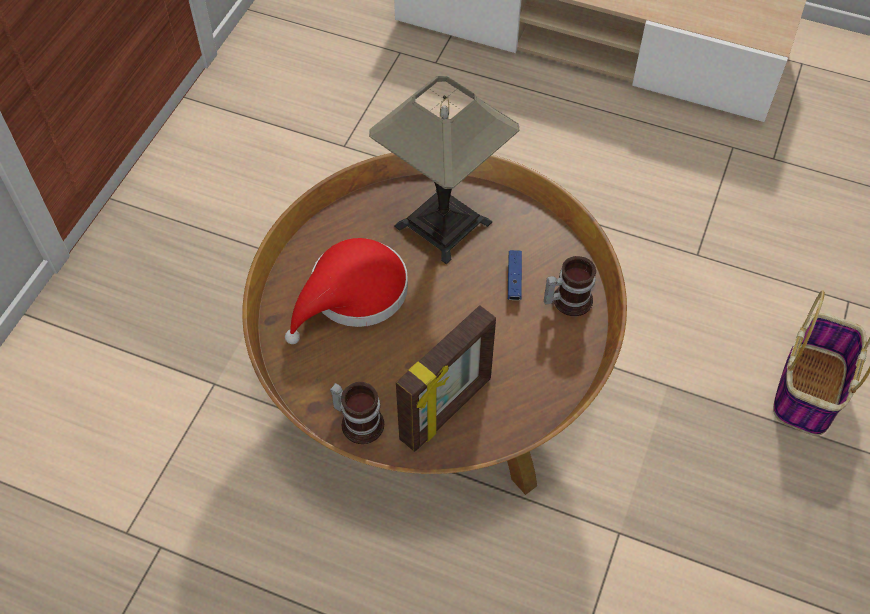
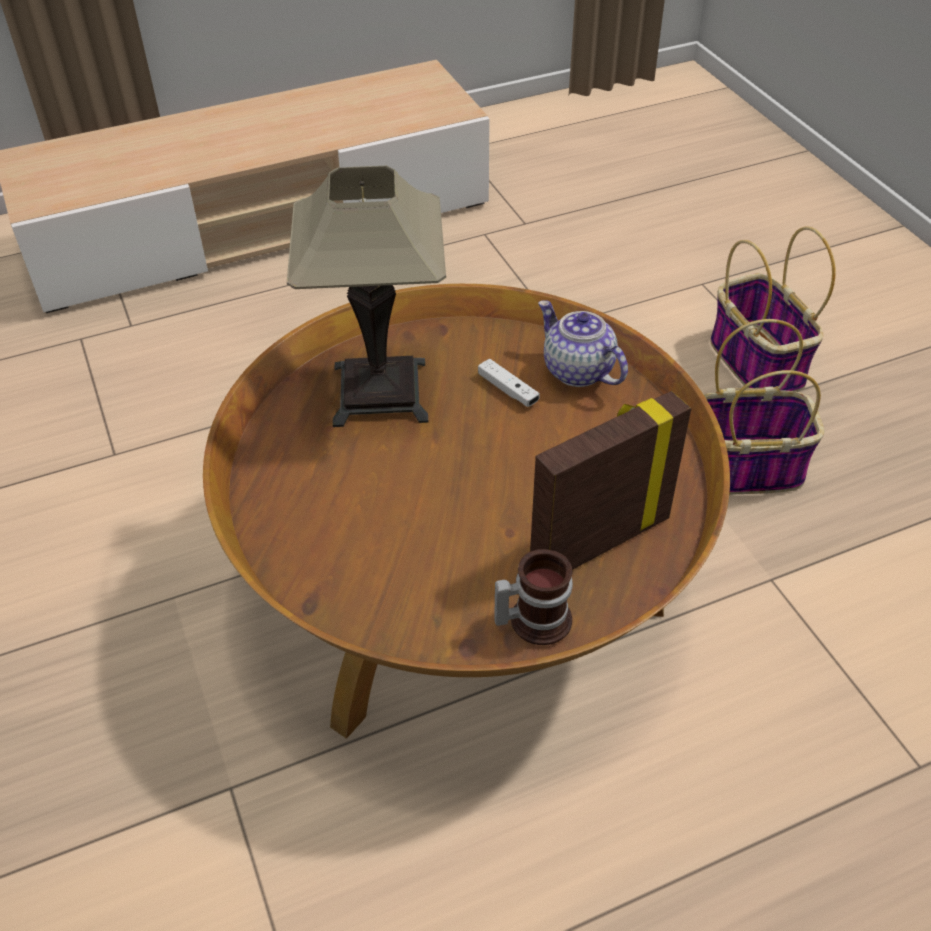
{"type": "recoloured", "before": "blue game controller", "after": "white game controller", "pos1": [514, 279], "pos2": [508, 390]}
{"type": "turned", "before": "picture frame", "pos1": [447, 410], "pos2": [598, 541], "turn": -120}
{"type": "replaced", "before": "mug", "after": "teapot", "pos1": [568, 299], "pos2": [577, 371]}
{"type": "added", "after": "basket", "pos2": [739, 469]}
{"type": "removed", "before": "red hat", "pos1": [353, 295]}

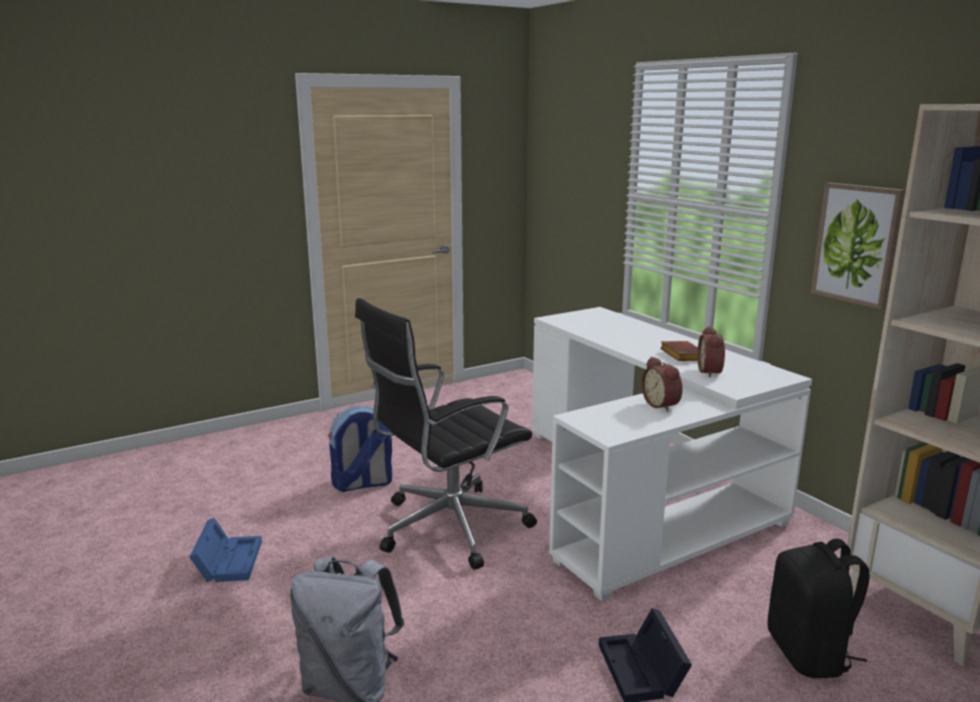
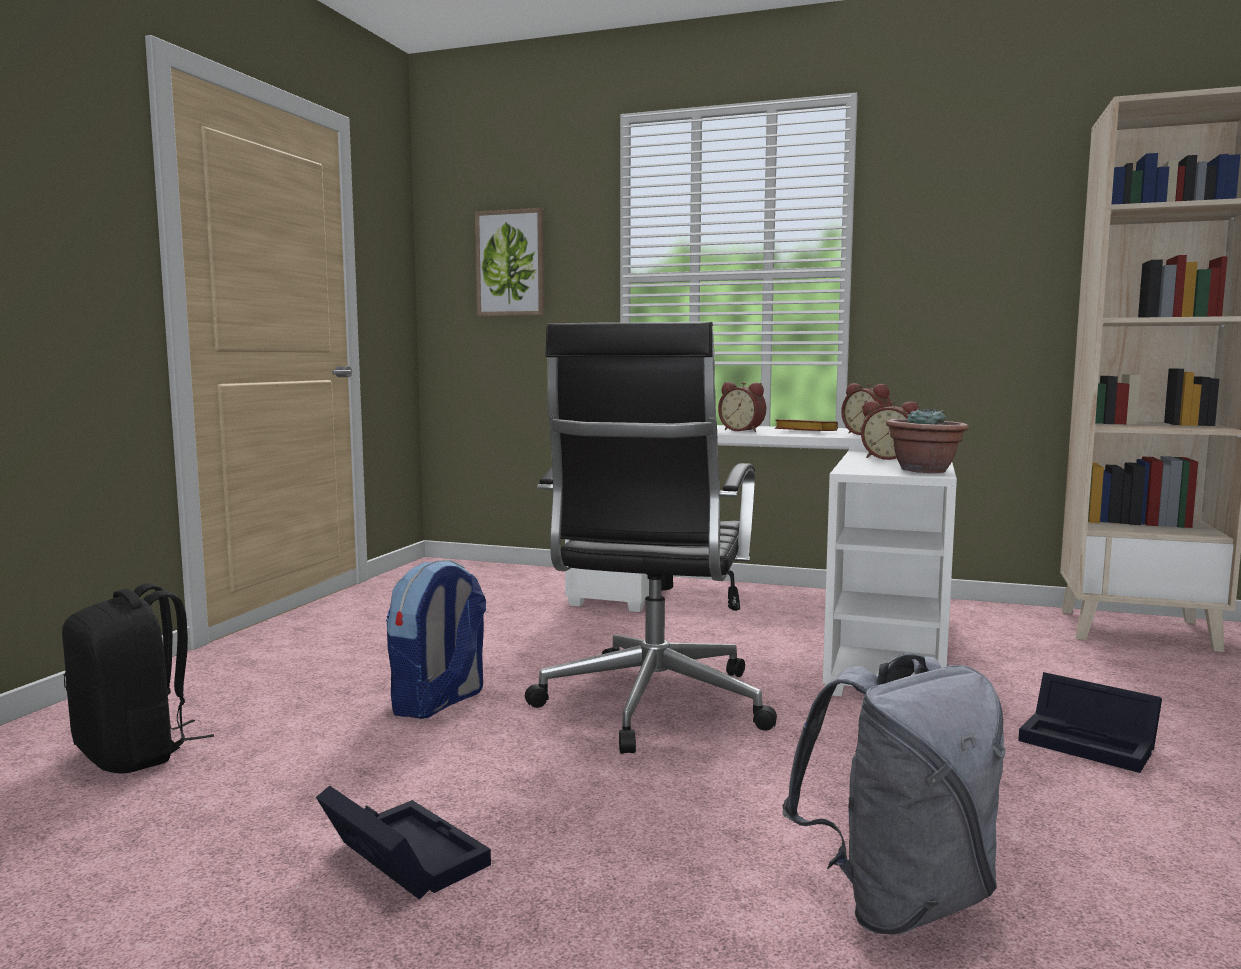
{"type": "moved", "before": "black backpack", "pos1": [809, 654], "pos2": [136, 753]}
{"type": "recoloured", "before": "blue storage box", "after": "black storage box", "pos1": [228, 560], "pos2": [400, 857]}
{"type": "moved", "before": "picture", "pos1": [856, 244], "pos2": [511, 263]}
{"type": "added", "after": "alarm clock", "pos2": [743, 430]}
{"type": "added", "after": "potted plant", "pos2": [924, 471]}

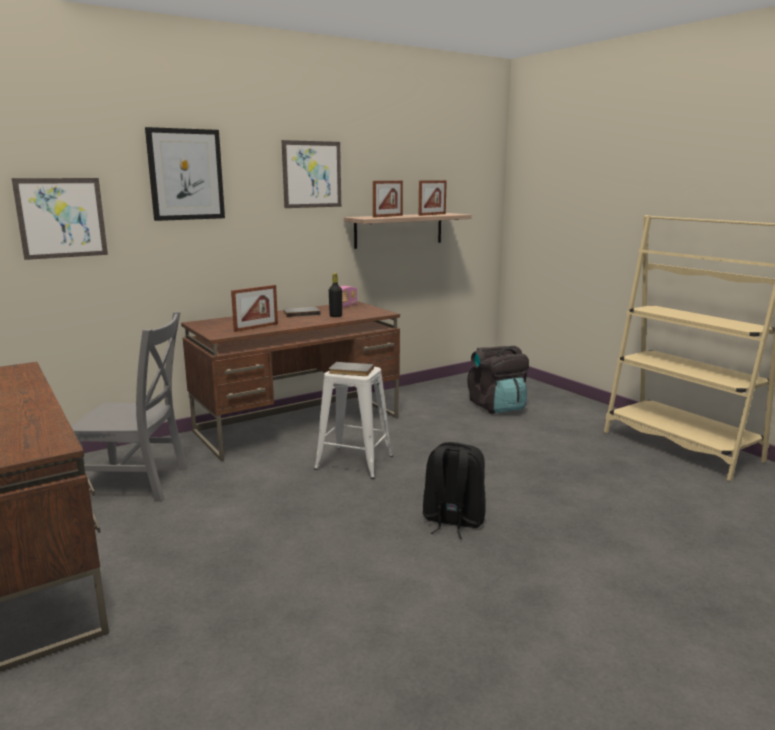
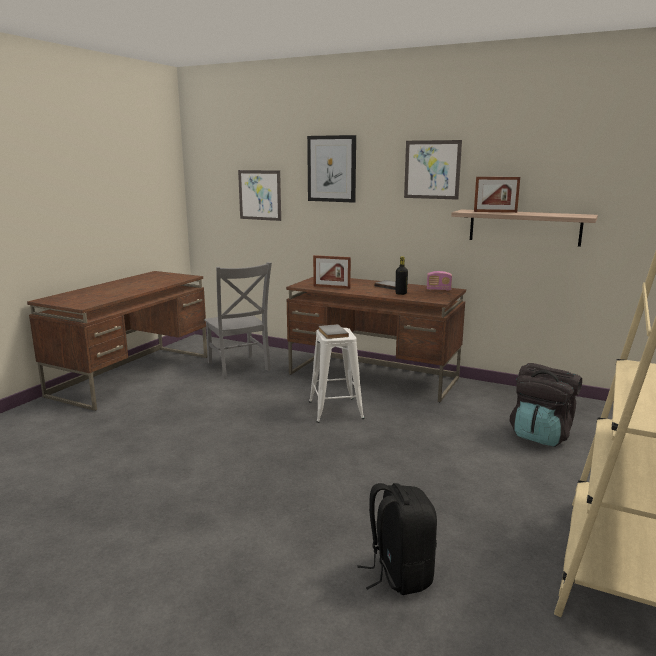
{"type": "moved", "before": "black backpack", "pos1": [452, 521], "pos2": [399, 574]}
{"type": "removed", "before": "picture frame", "pos1": [432, 214]}

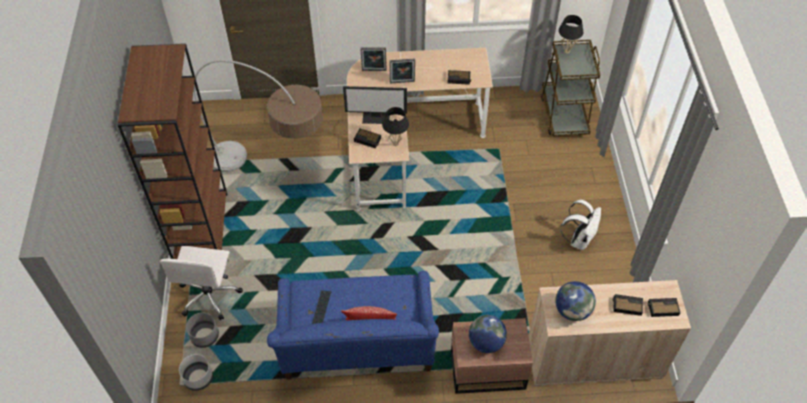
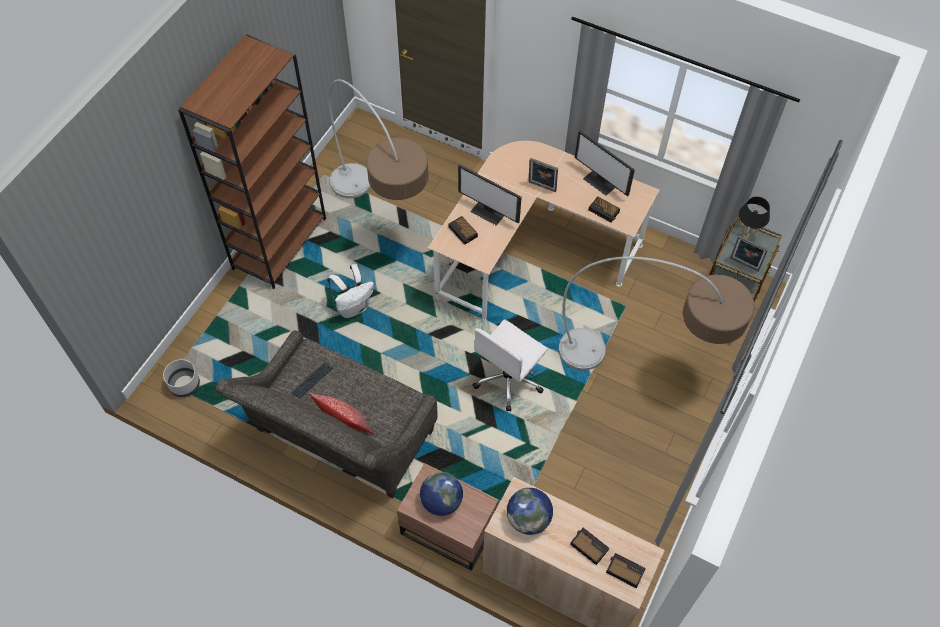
{"type": "recoloured", "before": "blue sofa", "after": "grey sofa", "pos1": [357, 349], "pos2": [340, 438]}
{"type": "moved", "before": "white backpack", "pos1": [579, 239], "pos2": [353, 307]}
{"type": "moved", "before": "white office chair", "pos1": [209, 295], "pos2": [508, 379]}
{"type": "added", "after": "floor lamp", "pos2": [644, 367]}
{"type": "added", "after": "monitor", "pos2": [601, 182]}
{"type": "moved", "before": "picture frame", "pos1": [374, 71], "pos2": [743, 265]}
{"type": "removed", "before": "grey planter", "pos1": [205, 336]}
{"type": "removed", "before": "black table lamp", "pos1": [396, 143]}

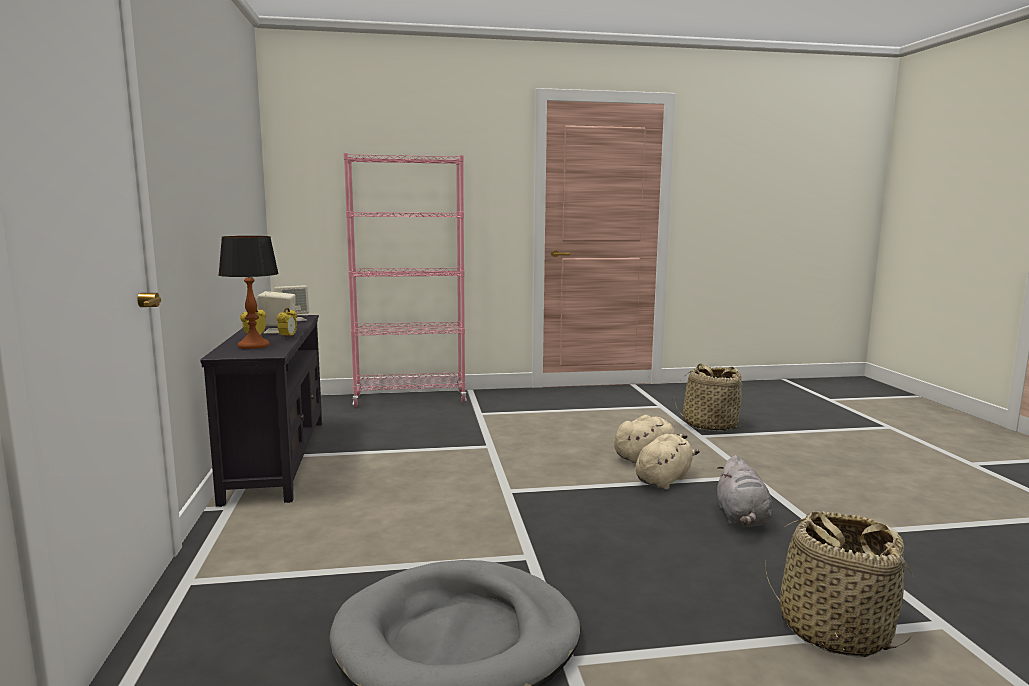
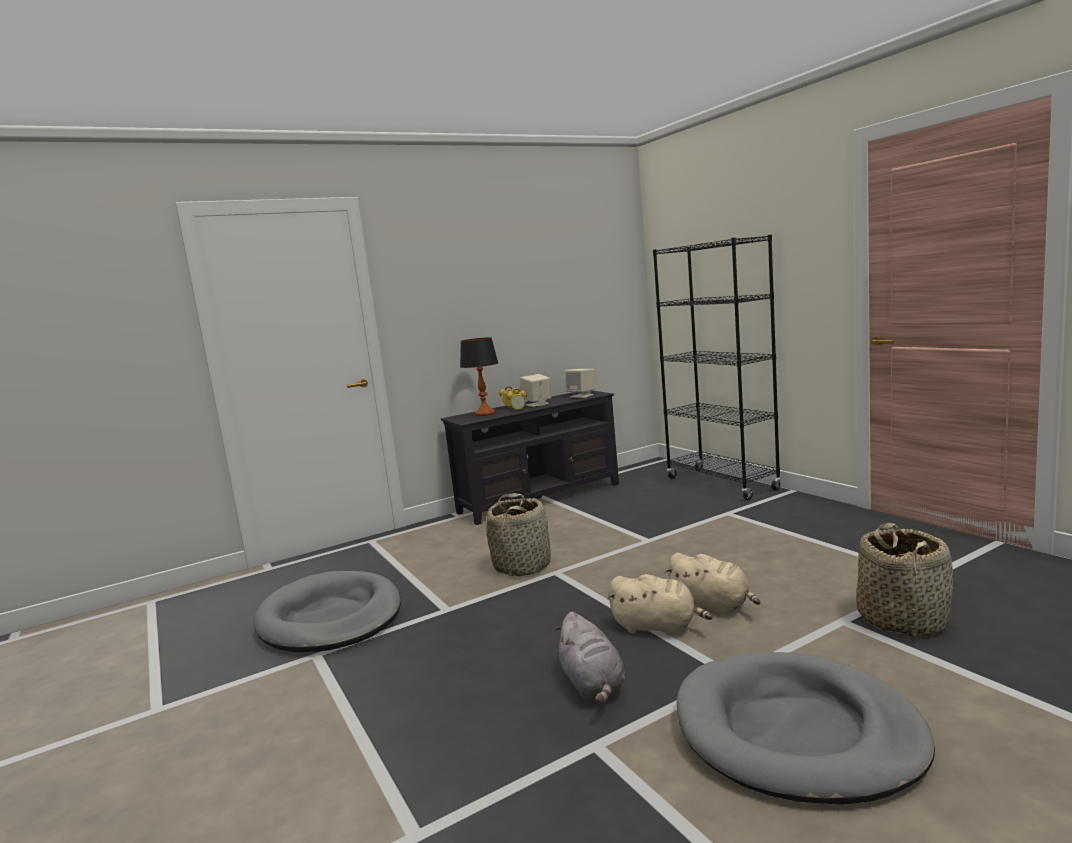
{"type": "moved", "before": "basket", "pos1": [833, 630], "pos2": [522, 566]}
{"type": "turned", "before": "grey plush toy", "pos1": [742, 518], "pos2": [593, 685], "turn": -90}
{"type": "recoloured", "before": "pink bookcase", "after": "black bookcase", "pos1": [410, 399], "pos2": [722, 484]}
{"type": "added", "after": "grey dog bed", "pos2": [797, 732]}

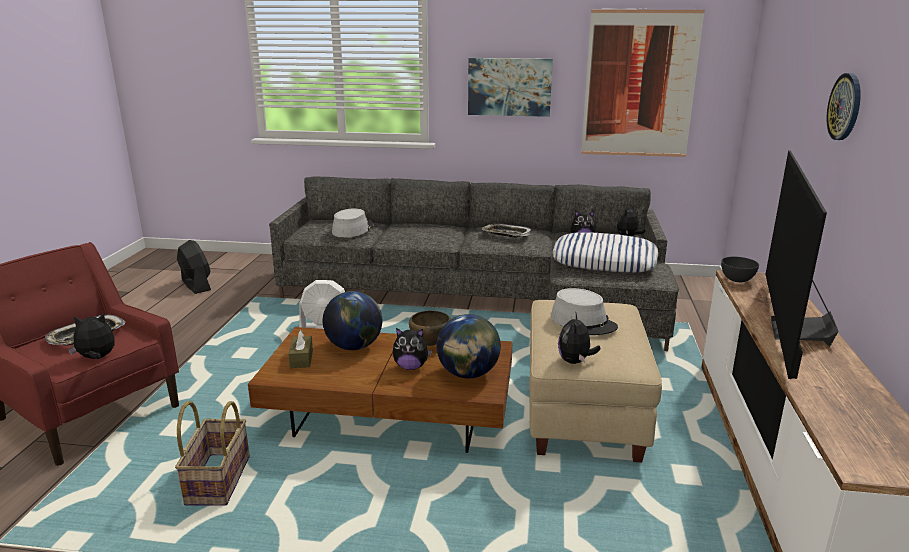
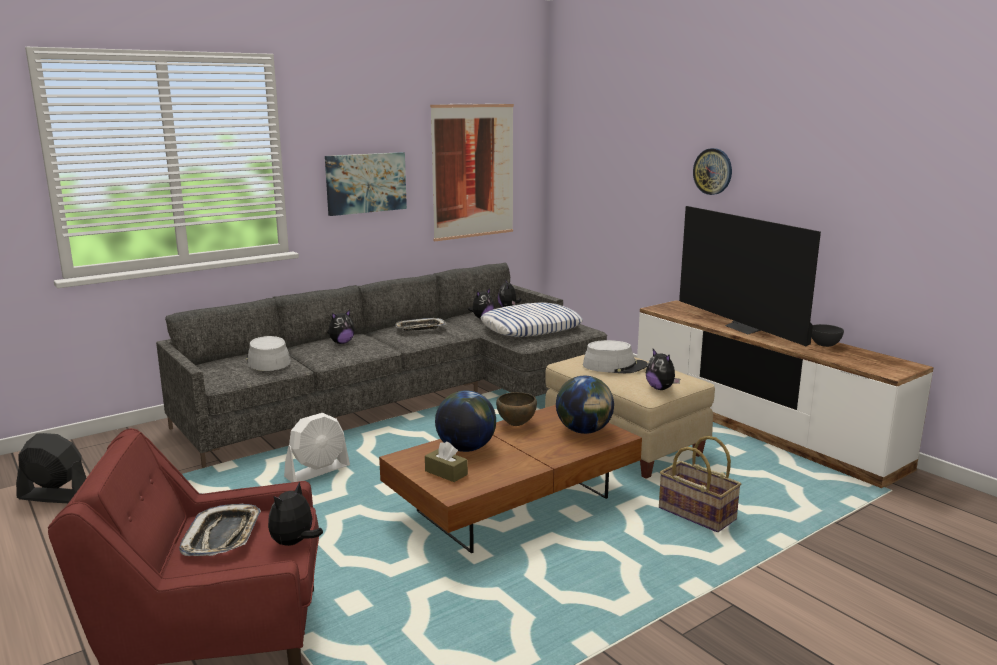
{"type": "moved", "before": "plush toy", "pos1": [411, 367], "pos2": [341, 343]}
{"type": "moved", "before": "basket", "pos1": [217, 480], "pos2": [696, 514]}
{"type": "moved", "before": "grey bowl", "pos1": [736, 280], "pos2": [824, 345]}

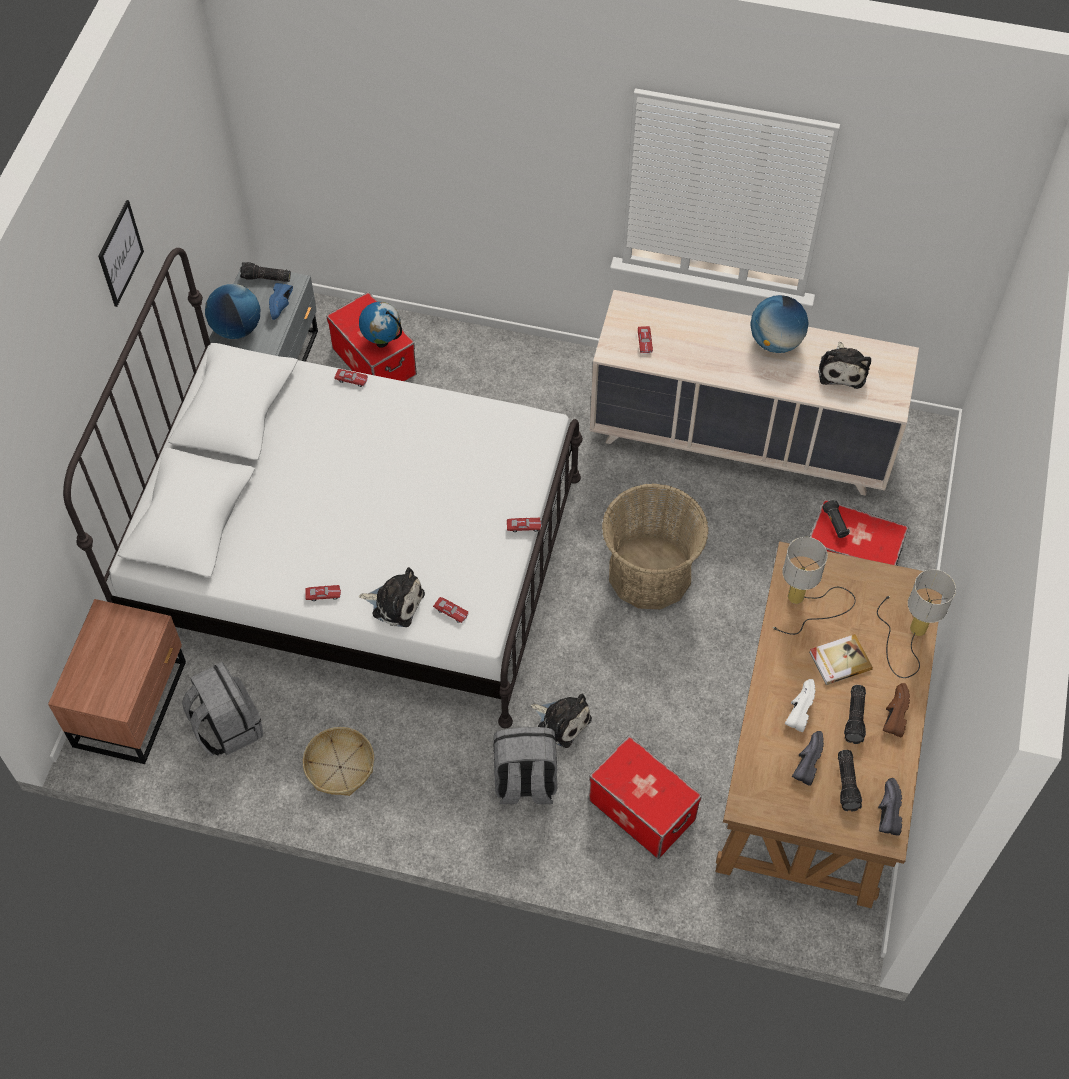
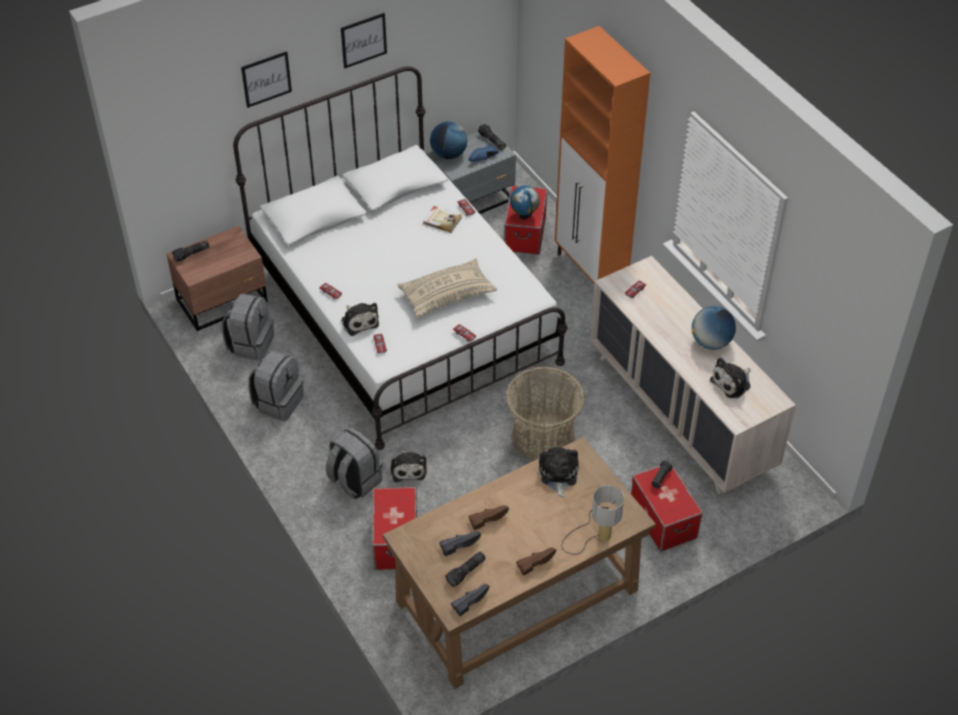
{"type": "moved", "before": "flashlight", "pos1": [856, 718], "pos2": [191, 254]}
{"type": "added", "after": "picture", "pos2": [266, 79]}
{"type": "replaced", "before": "basket", "after": "grey backpack", "pos1": [339, 767], "pos2": [278, 402]}
{"type": "added", "after": "beige pillow", "pos2": [447, 295]}
{"type": "moved", "before": "book", "pos1": [839, 660], "pos2": [442, 220]}
{"type": "recoloured", "before": "white shoe", "after": "brown shoe", "pos1": [798, 708], "pos2": [487, 518]}
{"type": "replaced", "before": "table lamp", "after": "plush toy", "pos1": [805, 602], "pos2": [558, 475]}
{"type": "added", "after": "orange cabinet", "pos2": [591, 271]}

